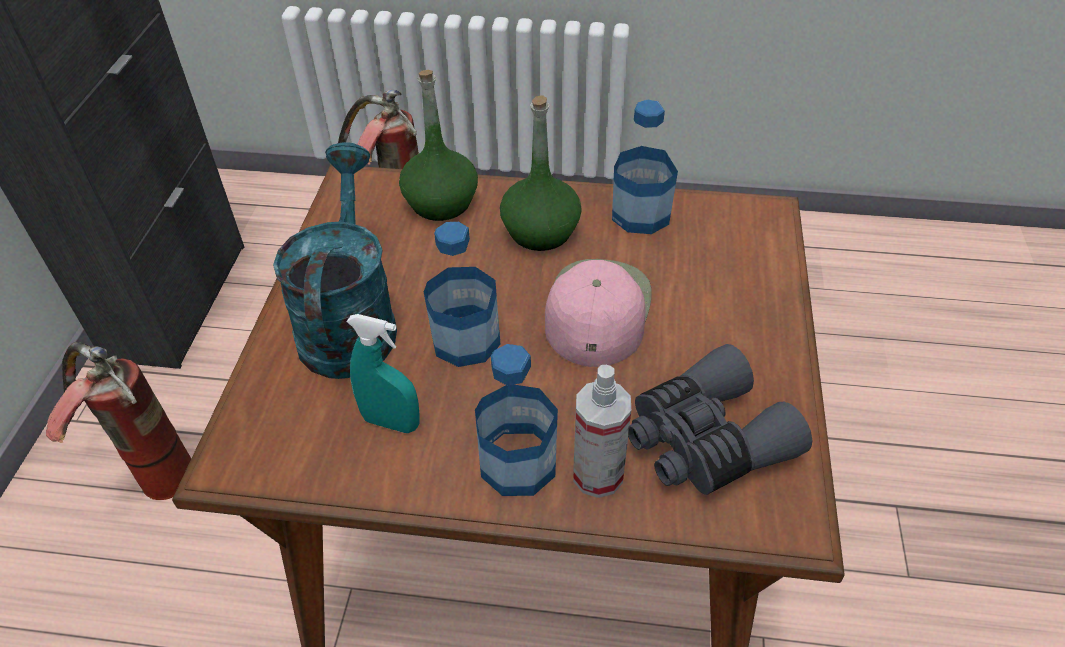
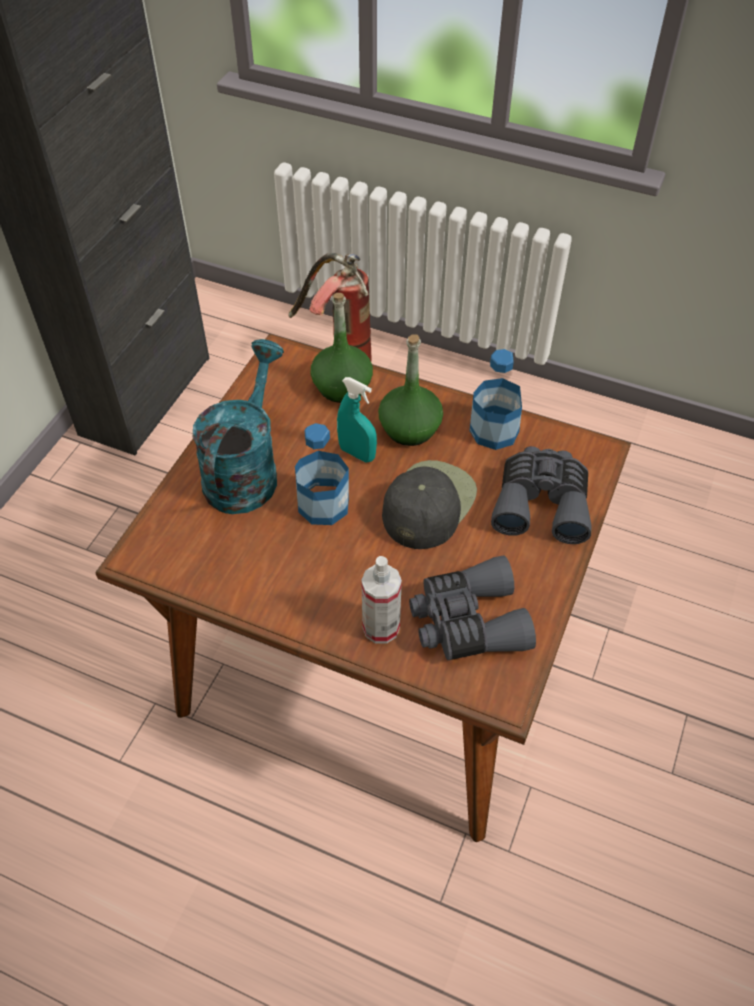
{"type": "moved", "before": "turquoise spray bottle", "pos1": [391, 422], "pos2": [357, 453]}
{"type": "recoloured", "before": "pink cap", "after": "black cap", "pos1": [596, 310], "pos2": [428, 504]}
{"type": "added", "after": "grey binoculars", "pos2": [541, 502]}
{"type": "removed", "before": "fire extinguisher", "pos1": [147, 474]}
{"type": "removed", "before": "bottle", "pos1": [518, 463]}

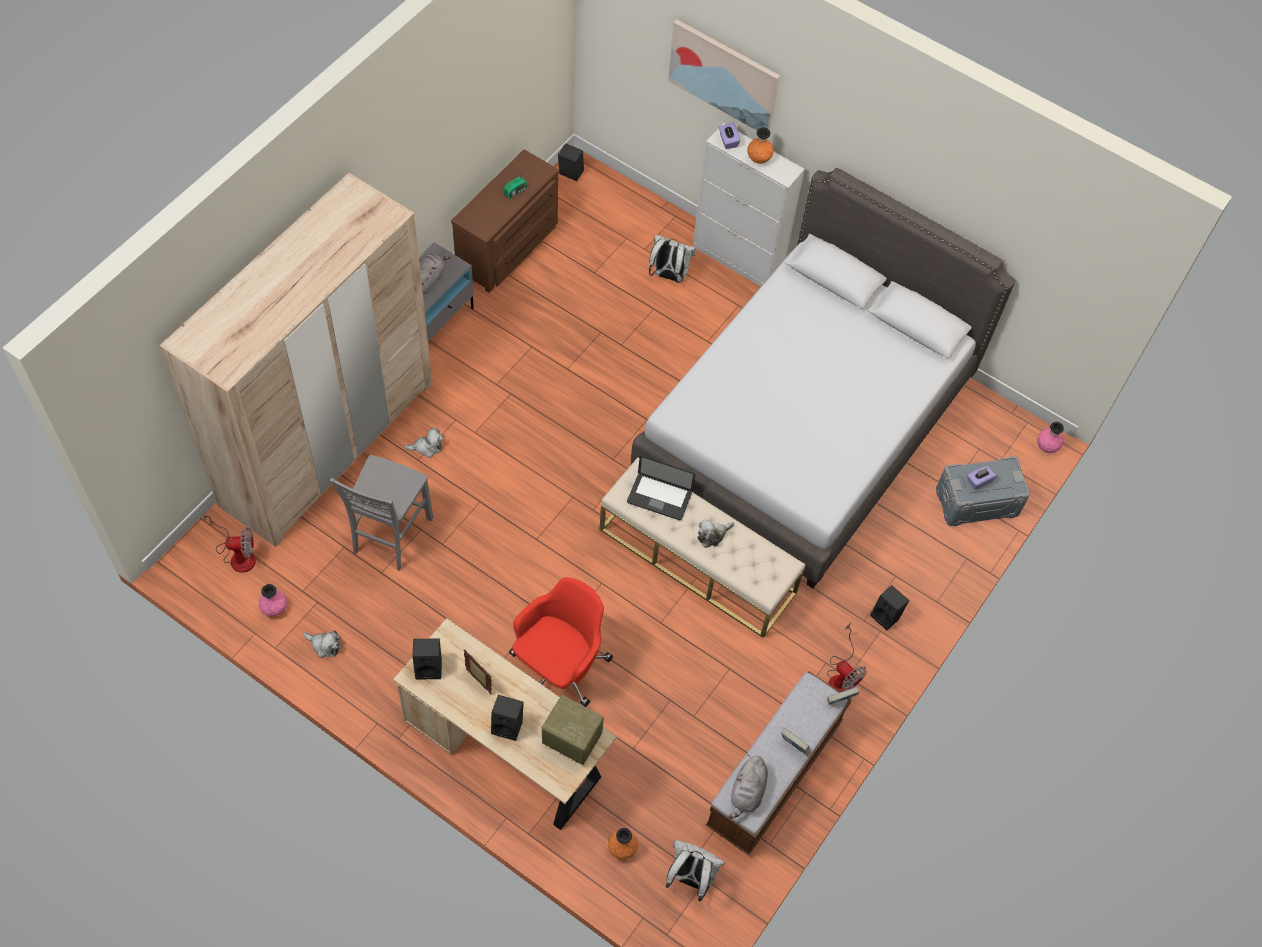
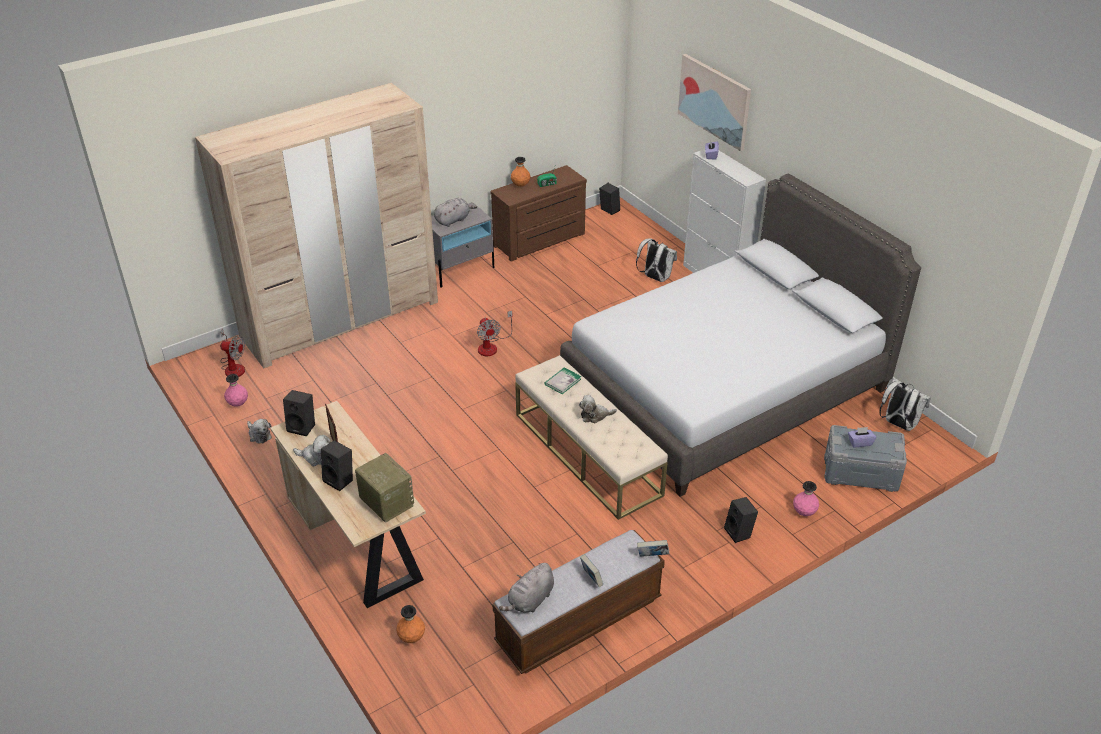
{"type": "moved", "before": "plush toy", "pos1": [427, 447], "pos2": [316, 457]}
{"type": "moved", "before": "fan", "pos1": [841, 678], "pos2": [491, 346]}
{"type": "moved", "before": "orange vase", "pos1": [758, 159], "pos2": [520, 185]}
{"type": "replaced", "before": "laptop", "after": "book", "pos1": [659, 497], "pos2": [562, 382]}
{"type": "moved", "before": "pink vase", "pos1": [1046, 447], "pos2": [804, 512]}
{"type": "moved", "before": "white backpack", "pos1": [690, 878], "pos2": [898, 424]}
{"type": "removed", "before": "grey chair", "pos1": [390, 536]}
{"type": "removed", "before": "red office chair", "pos1": [559, 667]}

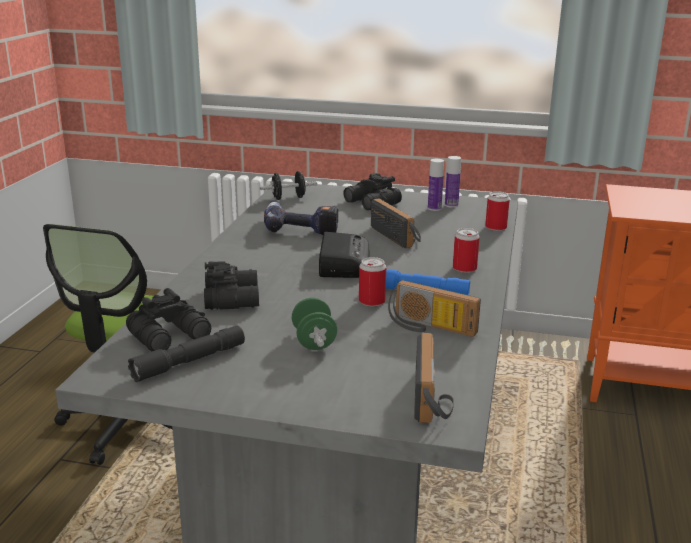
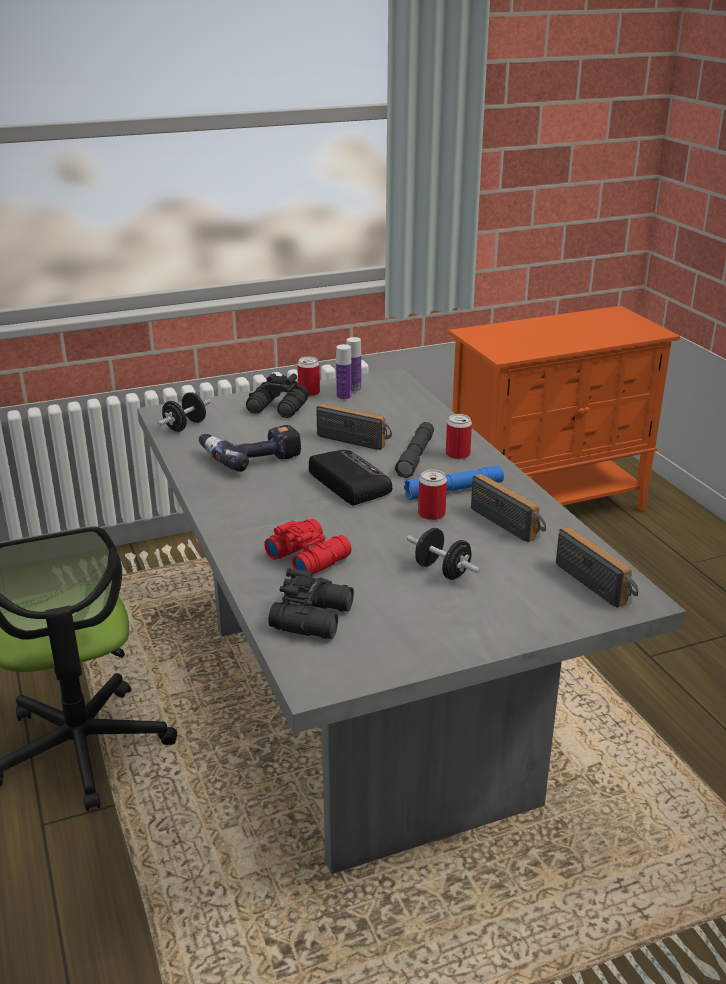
{"type": "recoloured", "before": "black binoculars", "after": "red binoculars", "pos1": [233, 298], "pos2": [308, 556]}
{"type": "moved", "before": "can", "pos1": [496, 227], "pos2": [309, 393]}
{"type": "moved", "before": "grey flashlight", "pos1": [189, 362], "pos2": [415, 456]}
{"type": "recoloured", "before": "green dumbbell", "after": "black dumbbell", "pos1": [314, 341], "pos2": [442, 571]}
{"type": "turned", "before": "radio", "pos1": [429, 328], "pos2": [510, 522], "turn": -120}

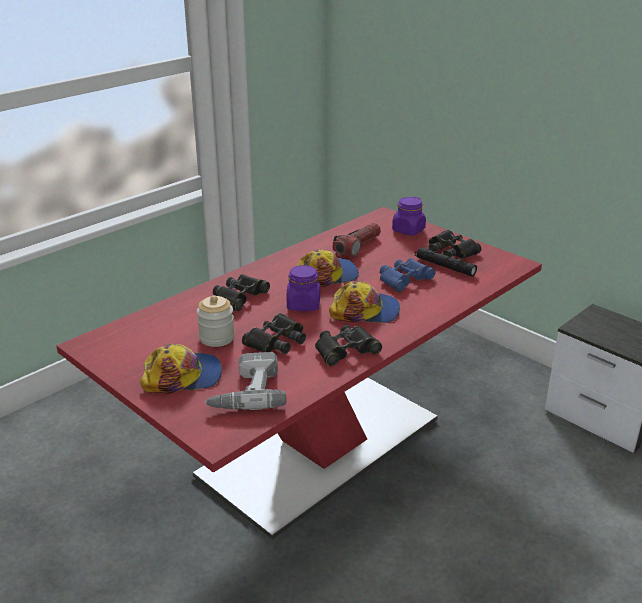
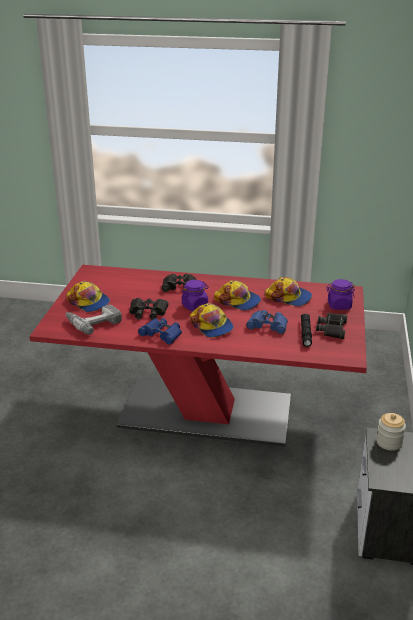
{"type": "recoloured", "before": "black binoculars", "after": "blue binoculars", "pos1": [345, 350], "pos2": [161, 334]}
{"type": "replaced", "before": "flashlight", "after": "cap", "pos1": [357, 247], "pos2": [289, 297]}
{"type": "moved", "before": "jar", "pos1": [217, 338], "pos2": [389, 442]}

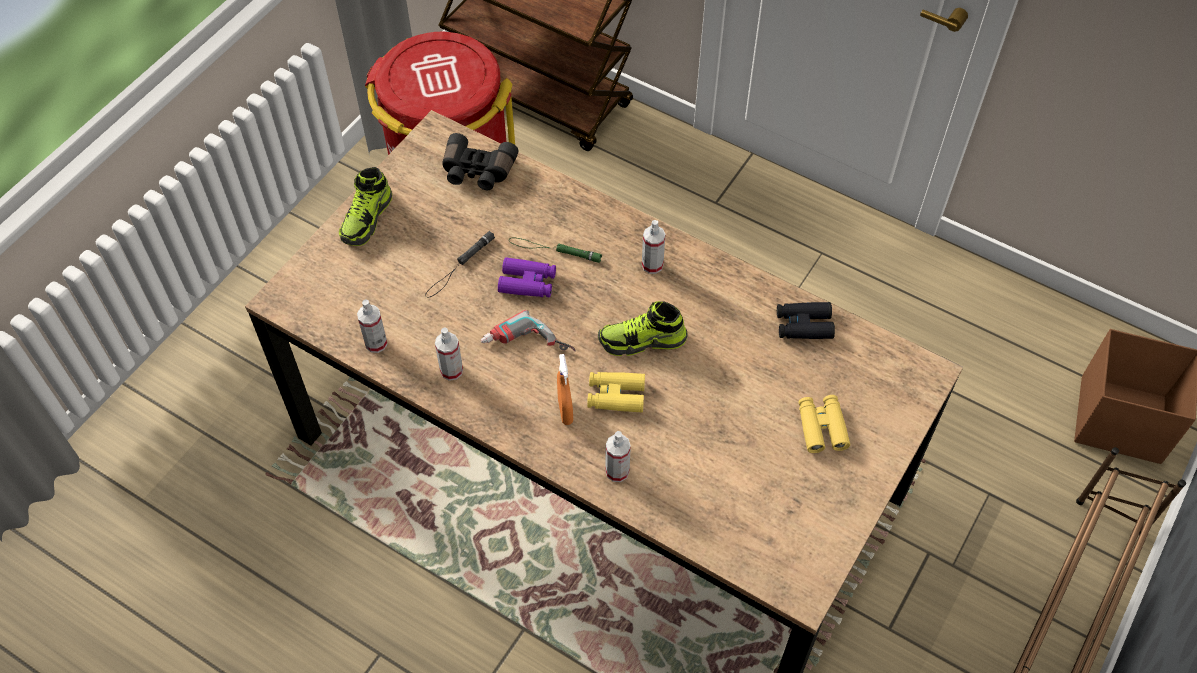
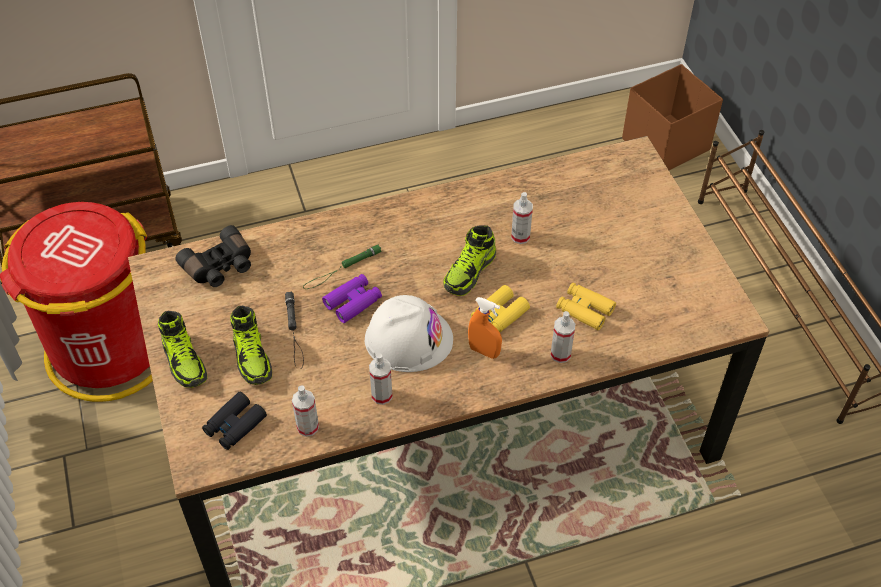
{"type": "moved", "before": "black binoculars", "pos1": [803, 325], "pos2": [235, 425]}
{"type": "added", "after": "shoe", "pos2": [252, 356]}
{"type": "replaced", "before": "power drill", "after": "white hard hat", "pos1": [527, 347], "pos2": [408, 338]}
{"type": "moved", "before": "spray bottle", "pos1": [652, 265], "pos2": [520, 236]}
{"type": "moved", "before": "yellow binoculars", "pos1": [822, 427], "pos2": [584, 310]}

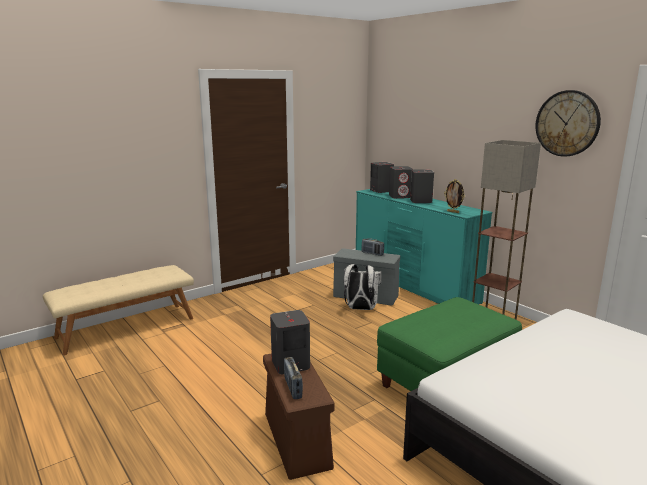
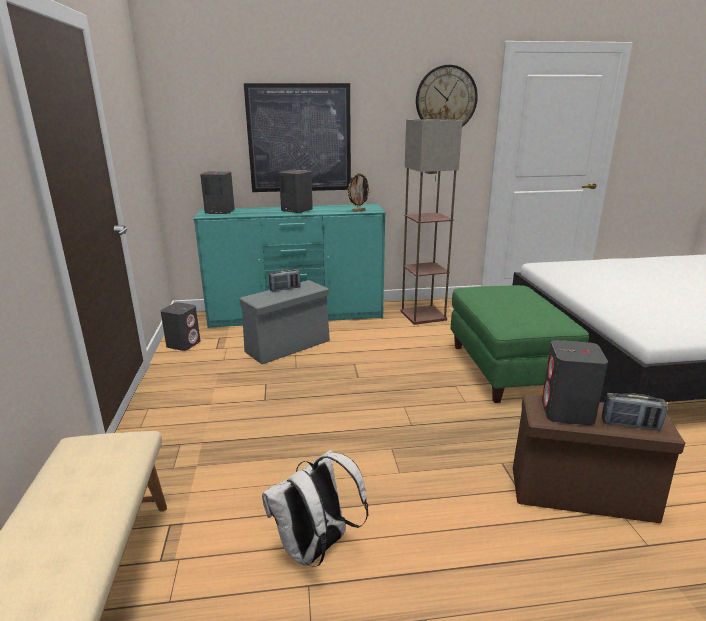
{"type": "moved", "before": "grey speaker", "pos1": [400, 196], "pos2": [183, 344]}
{"type": "added", "after": "picture", "pos2": [299, 139]}
{"type": "moved", "before": "white backpack", "pos1": [360, 309], "pos2": [316, 549]}

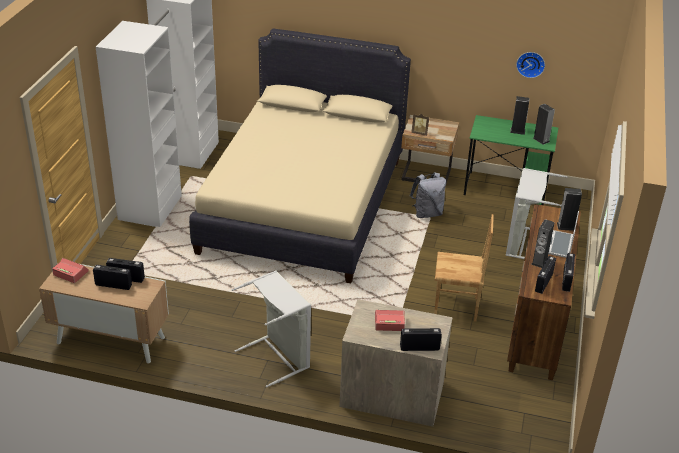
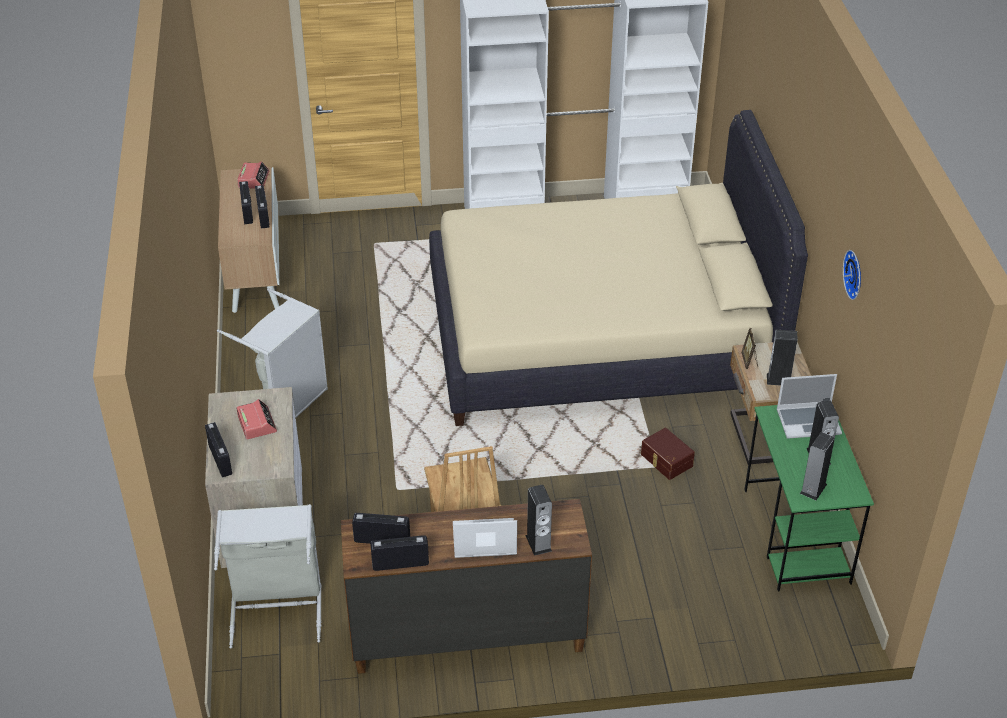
{"type": "moved", "before": "grey laundry basket", "pos1": [523, 243], "pos2": [276, 607]}
{"type": "replaced", "before": "grey backpack", "after": "brown storage box", "pos1": [427, 213], "pos2": [665, 461]}
{"type": "moved", "before": "speaker", "pos1": [539, 261], "pos2": [778, 380]}
{"type": "added", "after": "laptop", "pos2": [809, 421]}
{"type": "moved", "before": "wall clock", "pos1": [530, 64], "pos2": [855, 274]}

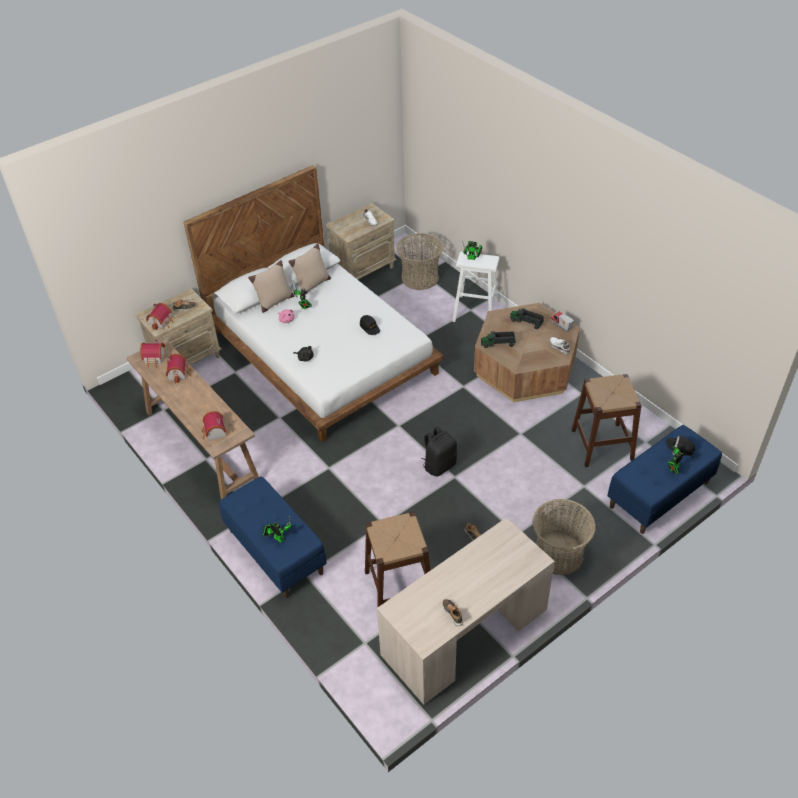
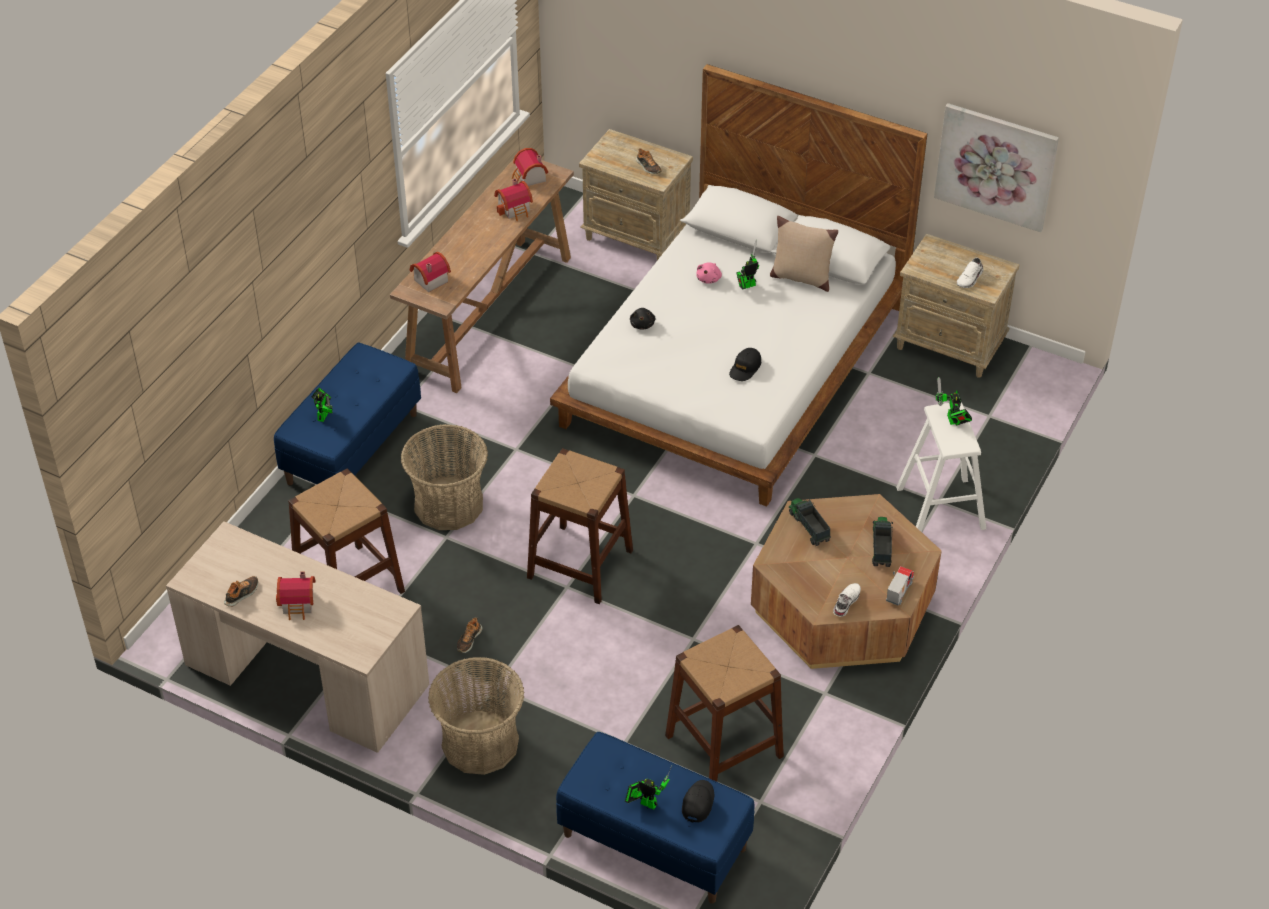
{"type": "moved", "before": "toy house", "pos1": [162, 322], "pos2": [299, 604]}
{"type": "moved", "before": "basket", "pos1": [420, 278], "pos2": [448, 504]}
{"type": "replaced", "before": "black backpack", "after": "brown stool", "pos1": [439, 465], "pos2": [580, 563]}
{"type": "added", "after": "picture", "pos2": [995, 166]}
{"type": "removed", "before": "beige pillow", "pos1": [274, 302]}

